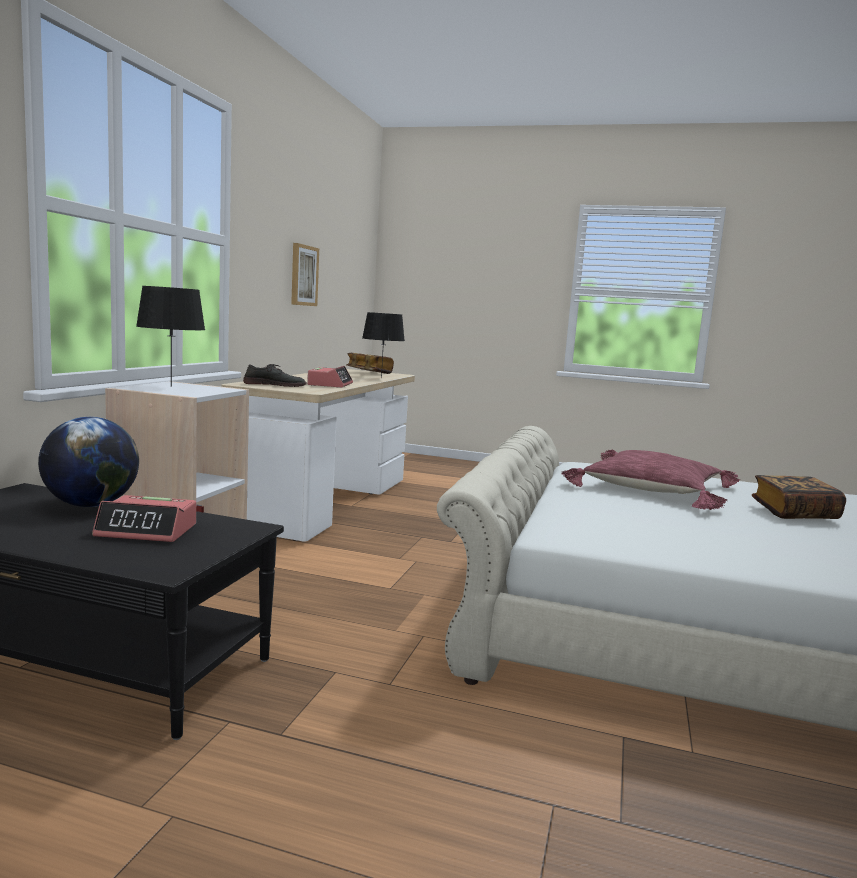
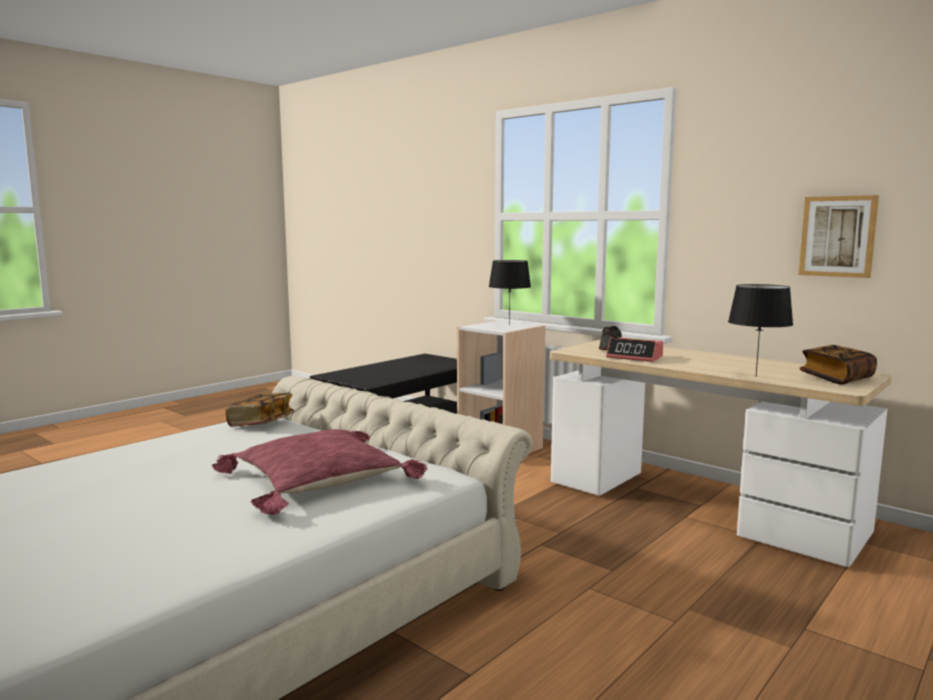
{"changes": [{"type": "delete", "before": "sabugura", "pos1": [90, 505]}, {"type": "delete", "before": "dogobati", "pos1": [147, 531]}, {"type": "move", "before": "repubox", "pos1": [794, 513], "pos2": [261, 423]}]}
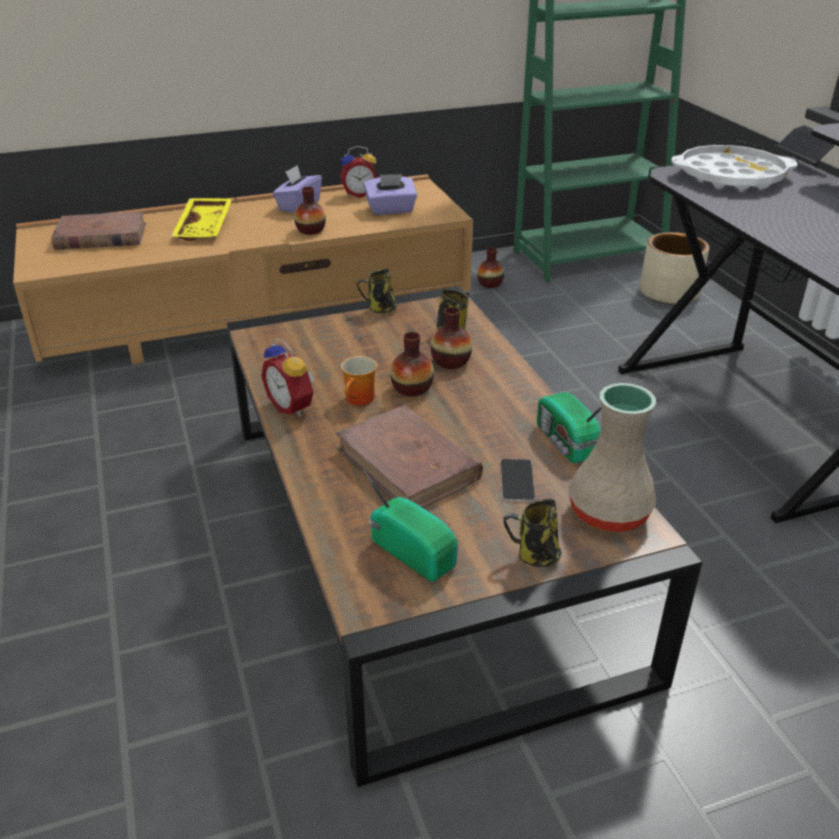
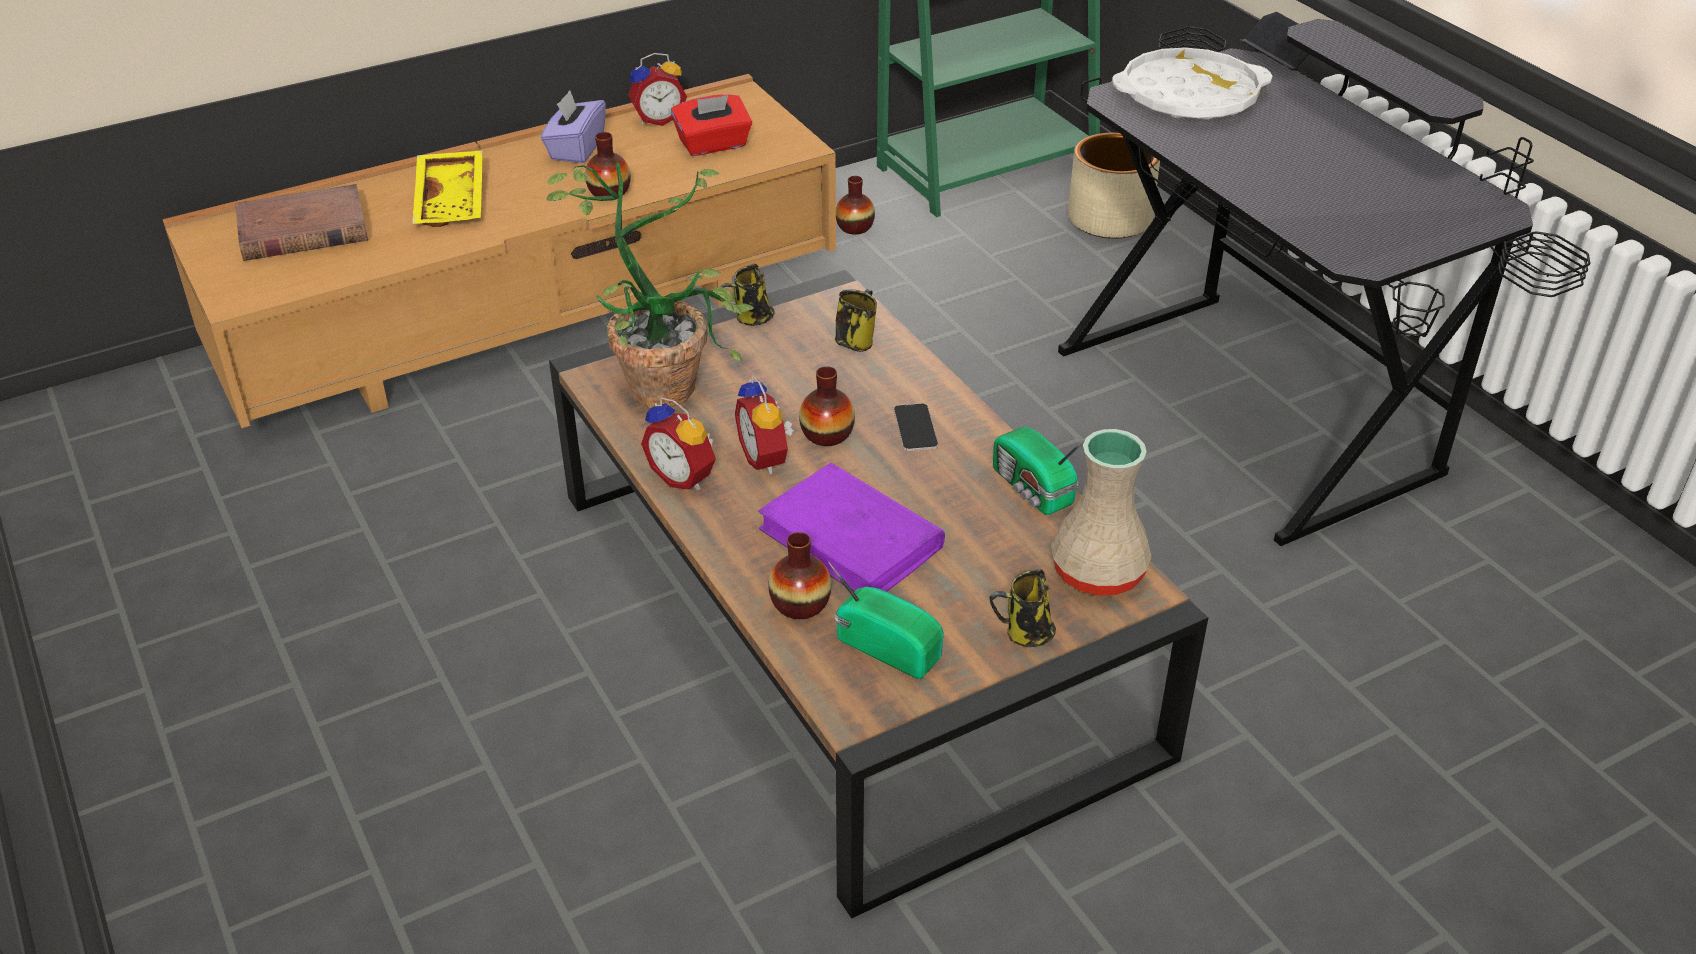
{"changes": [{"type": "insert", "after": "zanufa", "pos2": [666, 379]}, {"type": "move", "before": "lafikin", "pos1": [450, 361], "pos2": [800, 604]}, {"type": "move", "before": "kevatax", "pos1": [517, 481], "pos2": [915, 428]}, {"type": "replace", "before": "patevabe", "after": "dogobati", "pos1": [360, 400], "pos2": [767, 458]}, {"type": "recolor", "before": "repubox (brown)", "after": "repubox (purple)", "pos1": [408, 464], "pos2": [851, 539]}, {"type": "recolor", "before": "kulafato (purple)", "after": "kulafato (red)", "pos1": [390, 210], "pos2": [713, 145]}]}
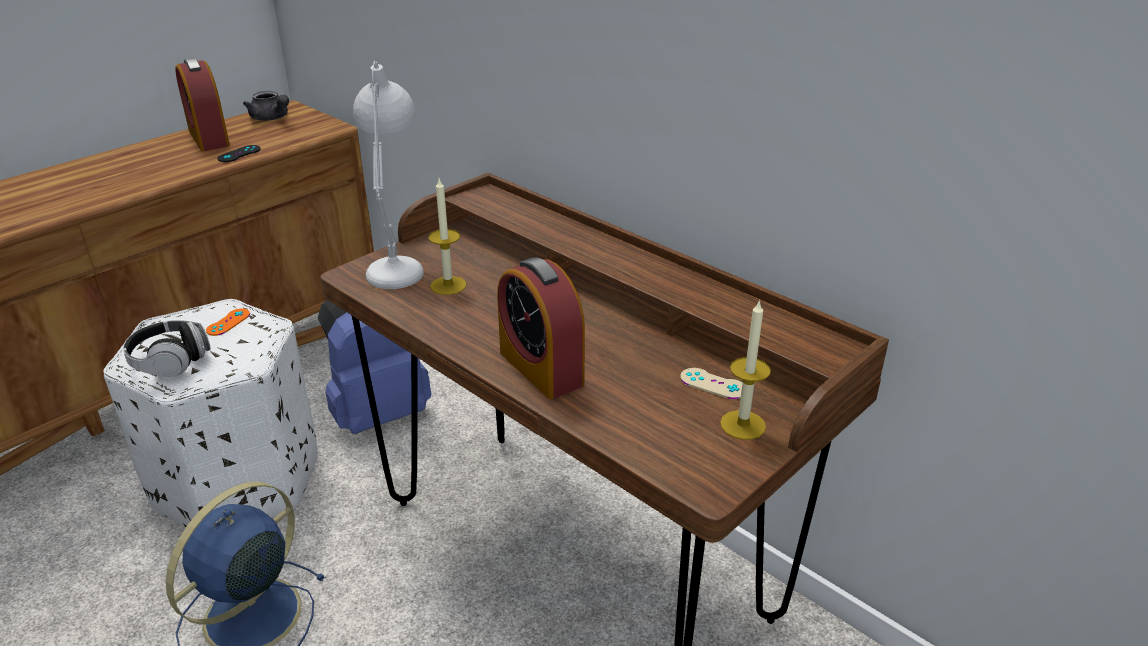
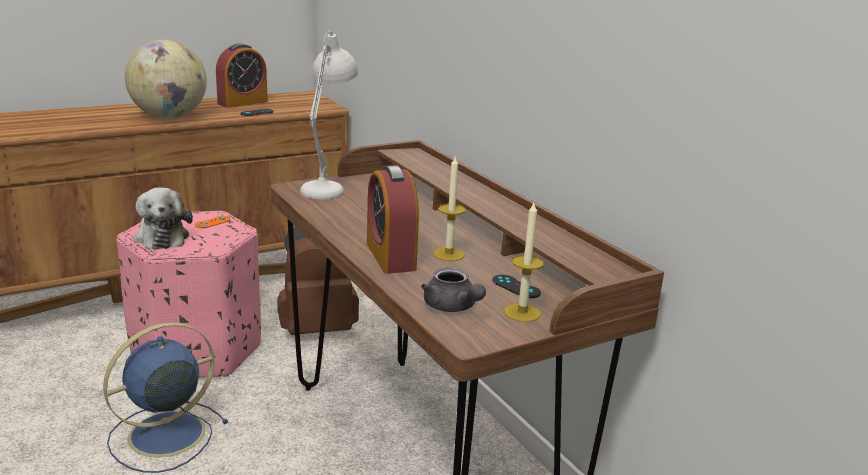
{"changes": [{"type": "insert", "after": "sabugura", "pos2": [169, 117]}, {"type": "move", "before": "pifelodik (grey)", "pos1": [271, 118], "pos2": [452, 307]}, {"type": "move", "before": "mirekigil", "pos1": [448, 285], "pos2": [449, 254]}, {"type": "replace", "before": "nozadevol", "after": "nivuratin", "pos1": [170, 361], "pos2": [162, 237]}, {"type": "recolor", "before": "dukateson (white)", "after": "dukateson (pink)", "pos1": [239, 481], "pos2": [197, 350]}, {"type": "recolor", "before": "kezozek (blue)", "after": "kezozek (brown)", "pos1": [378, 413], "pos2": [317, 328]}, {"type": "recolor", "before": "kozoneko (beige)", "after": "kozoneko (black)", "pos1": [713, 384], "pos2": [516, 287]}, {"type": "rotate", "before": "dogobati", "pos1": [209, 138], "pos2": [242, 102], "turn": -120}]}
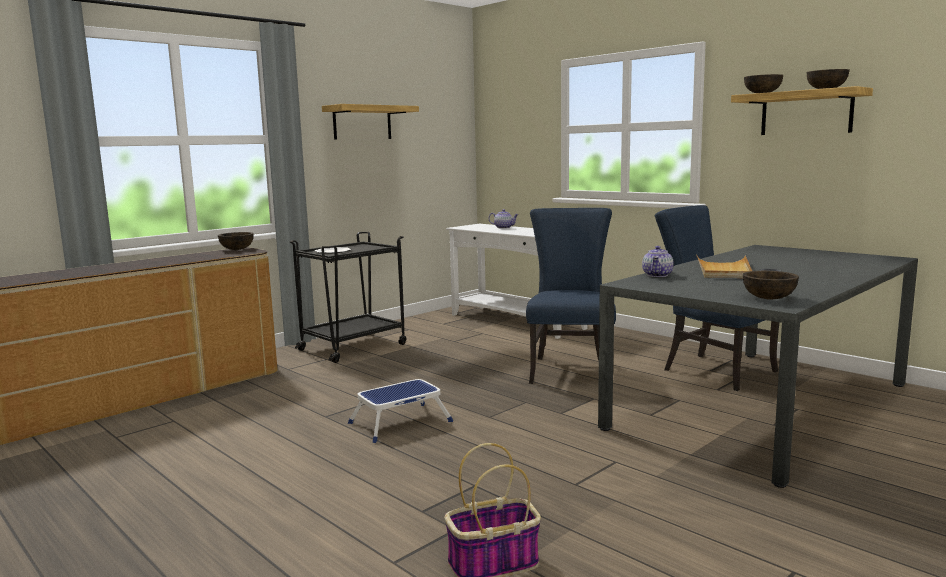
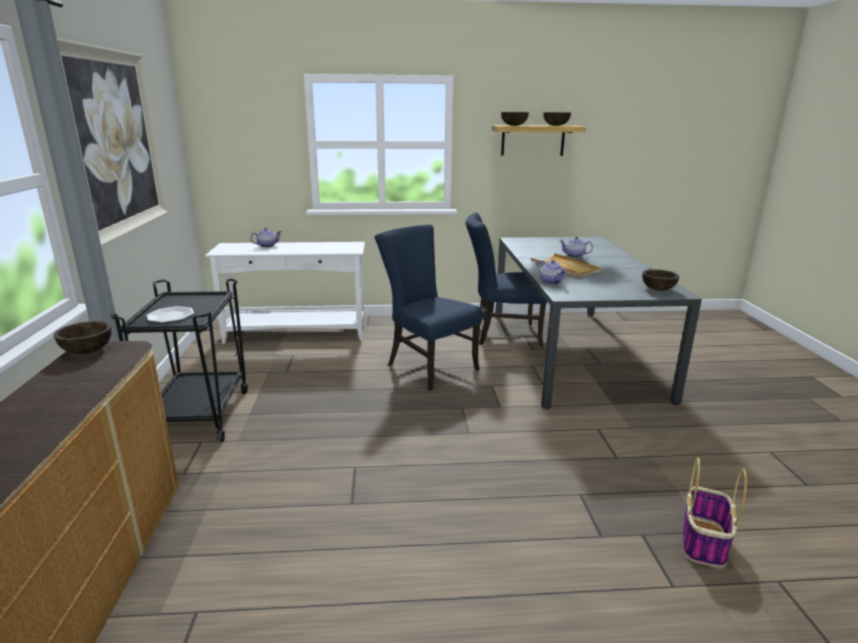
{"changes": [{"type": "delete", "before": "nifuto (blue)", "pos1": [400, 422]}, {"type": "insert", "after": "pifelodik", "pos2": [574, 256]}, {"type": "replace", "before": "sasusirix", "after": "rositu", "pos1": [362, 123], "pos2": [115, 142]}]}
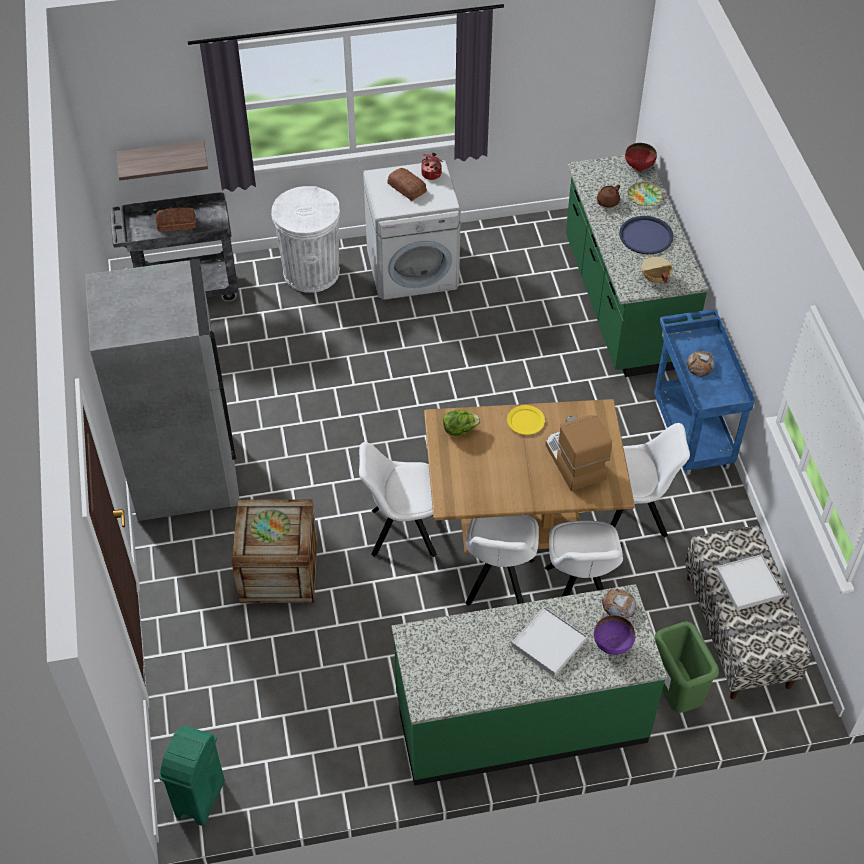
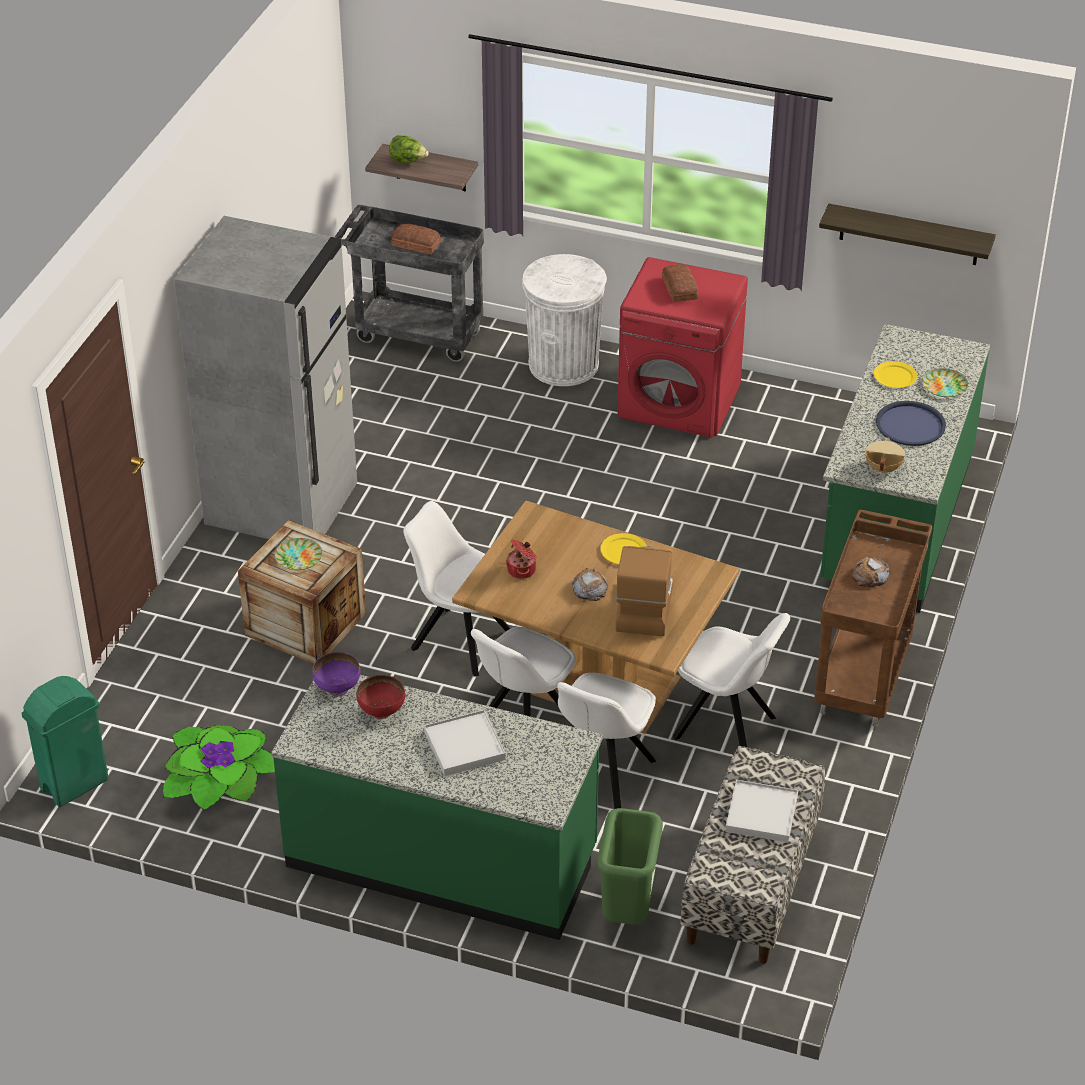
{"changes": [{"type": "insert", "after": "zanufa", "pos2": [220, 785]}, {"type": "insert", "after": "sasusirix", "pos2": [909, 235]}, {"type": "move", "before": "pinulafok", "pos1": [432, 173], "pos2": [522, 570]}, {"type": "move", "before": "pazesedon", "pos1": [460, 430], "pos2": [408, 161]}, {"type": "move", "before": "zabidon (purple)", "pos1": [612, 645], "pos2": [337, 688]}, {"type": "move", "before": "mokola", "pos1": [618, 605], "pos2": [589, 588]}, {"type": "move", "before": "zabidon (red)", "pos1": [639, 167], "pos2": [381, 712]}, {"type": "replace", "before": "pifelodik (brown)", "after": "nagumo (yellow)", "pos1": [607, 202], "pos2": [894, 377]}, {"type": "recolor", "before": "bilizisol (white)", "after": "bilizisol (red)", "pos1": [414, 270], "pos2": [679, 402]}, {"type": "recolor", "before": "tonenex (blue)", "after": "tonenex (brown)", "pos1": [690, 431], "pos2": [864, 675]}]}
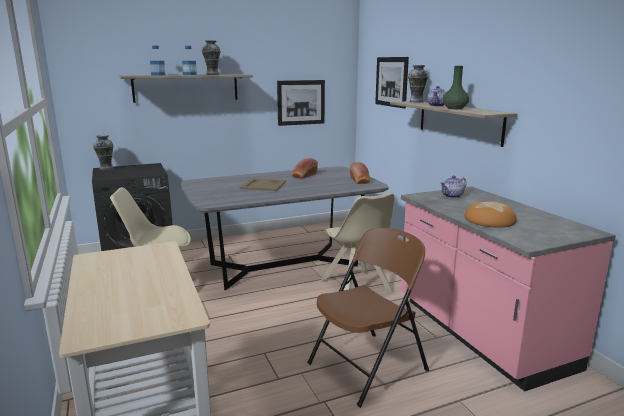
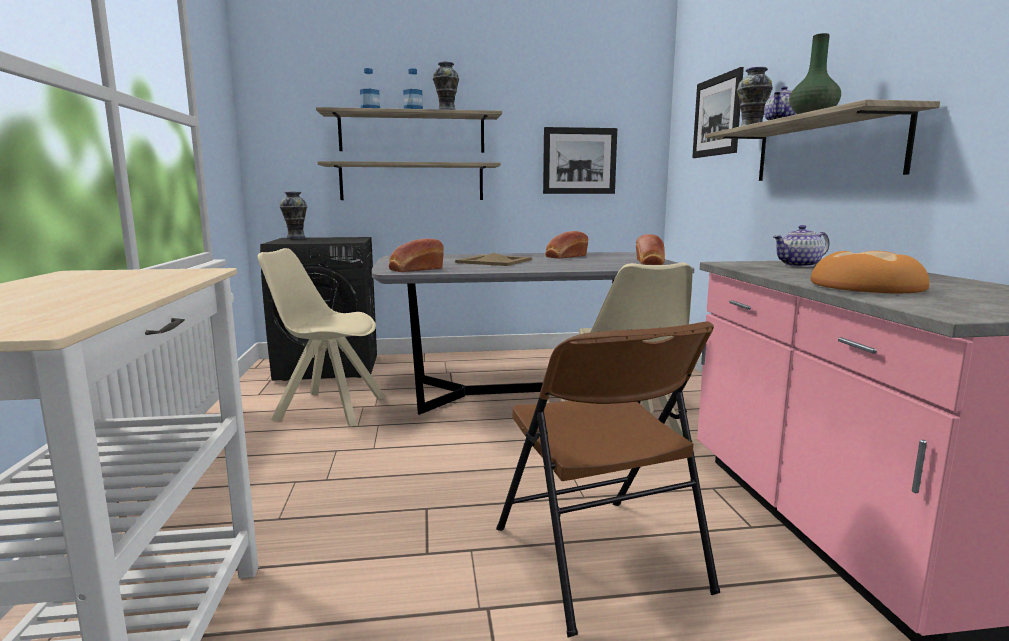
{"changes": [{"type": "insert", "after": "sasusirix", "pos2": [412, 182]}, {"type": "insert", "after": "mokola", "pos2": [415, 269]}, {"type": "rotate", "before": "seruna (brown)", "pos1": [367, 367], "pos2": [597, 559], "turn": 90}]}
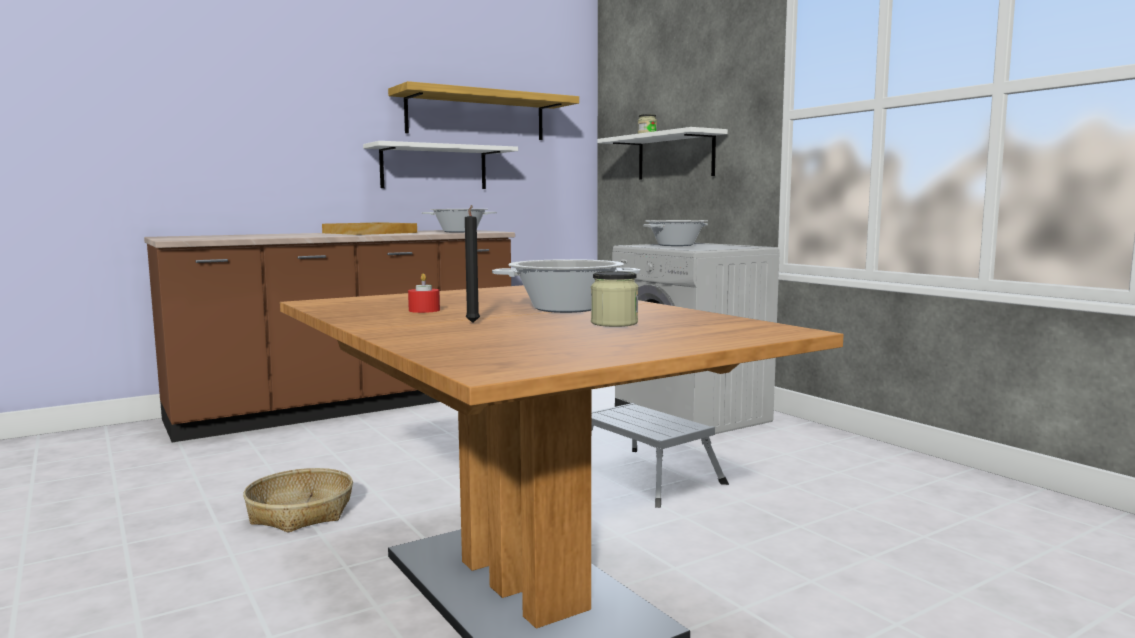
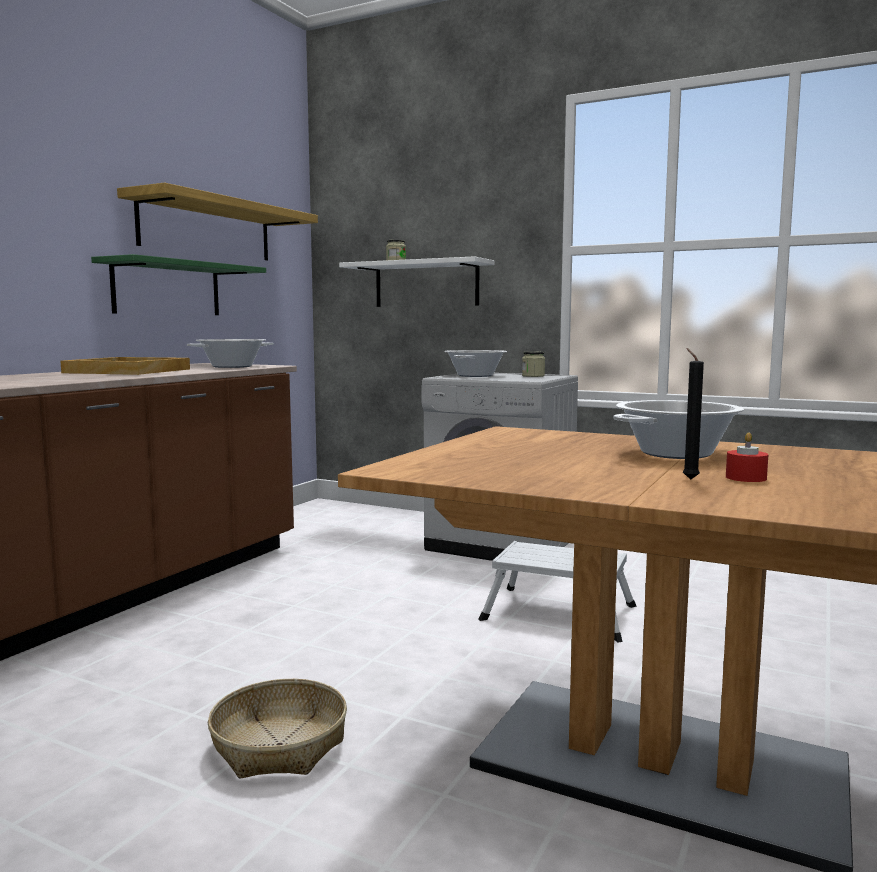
{"changes": [{"type": "move", "before": "mirekigil (red)", "pos1": [424, 310], "pos2": [746, 478]}, {"type": "move", "before": "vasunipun", "pos1": [614, 323], "pos2": [533, 376]}, {"type": "recolor", "before": "sasusirix (white)", "after": "sasusirix (green)", "pos1": [434, 167], "pos2": [167, 289]}]}
